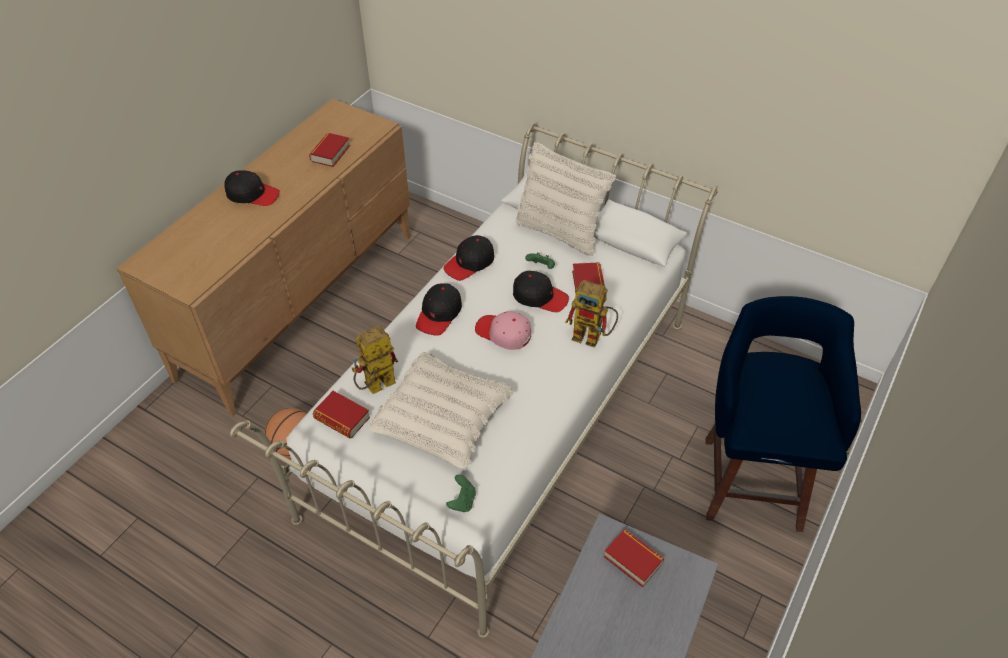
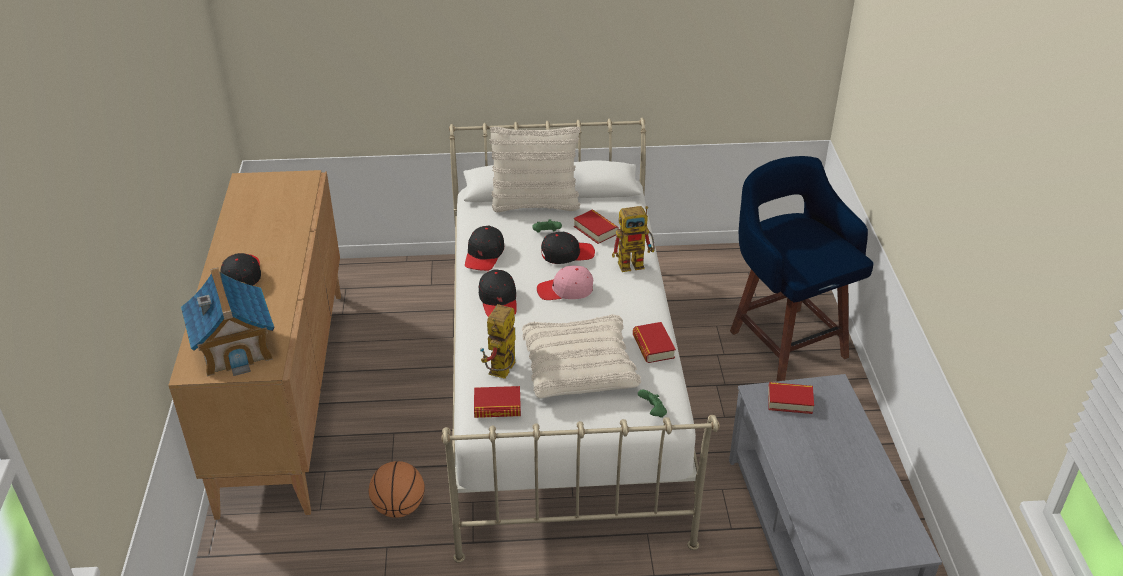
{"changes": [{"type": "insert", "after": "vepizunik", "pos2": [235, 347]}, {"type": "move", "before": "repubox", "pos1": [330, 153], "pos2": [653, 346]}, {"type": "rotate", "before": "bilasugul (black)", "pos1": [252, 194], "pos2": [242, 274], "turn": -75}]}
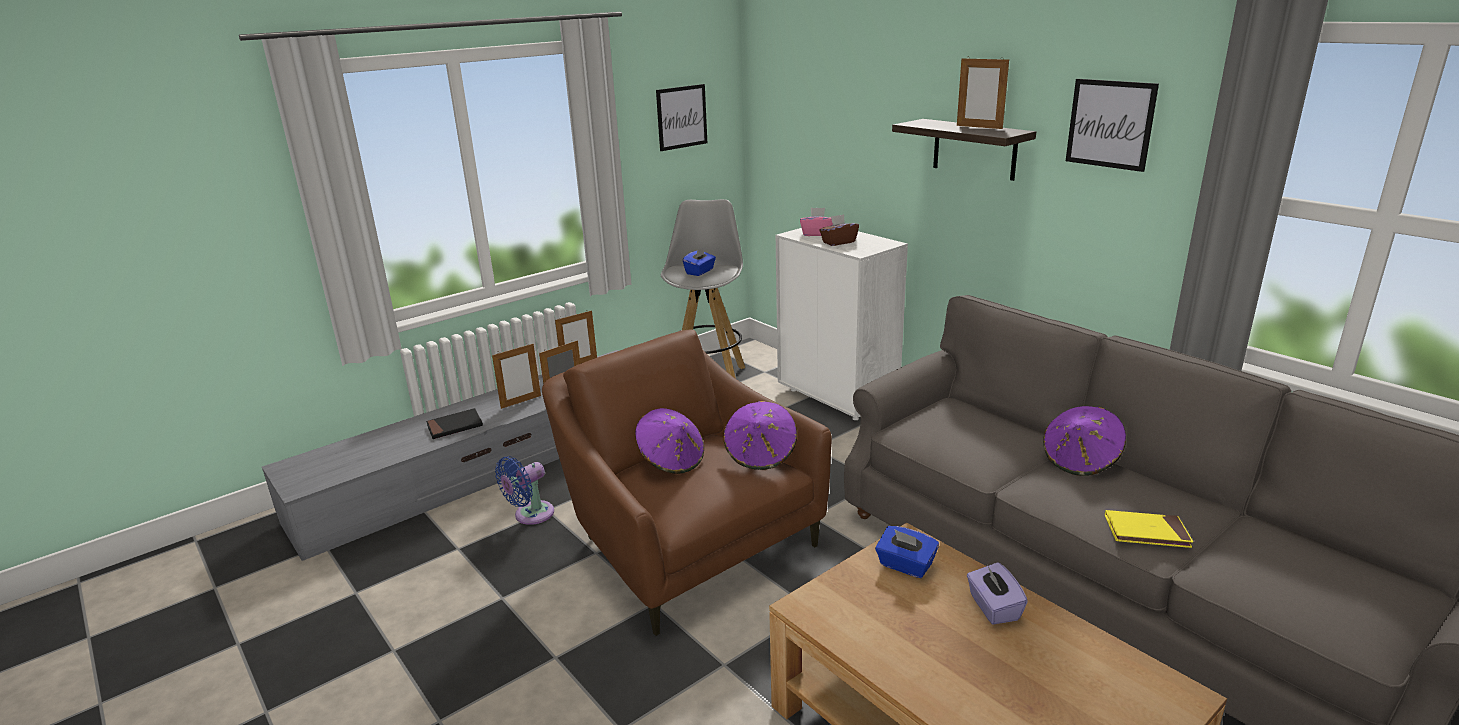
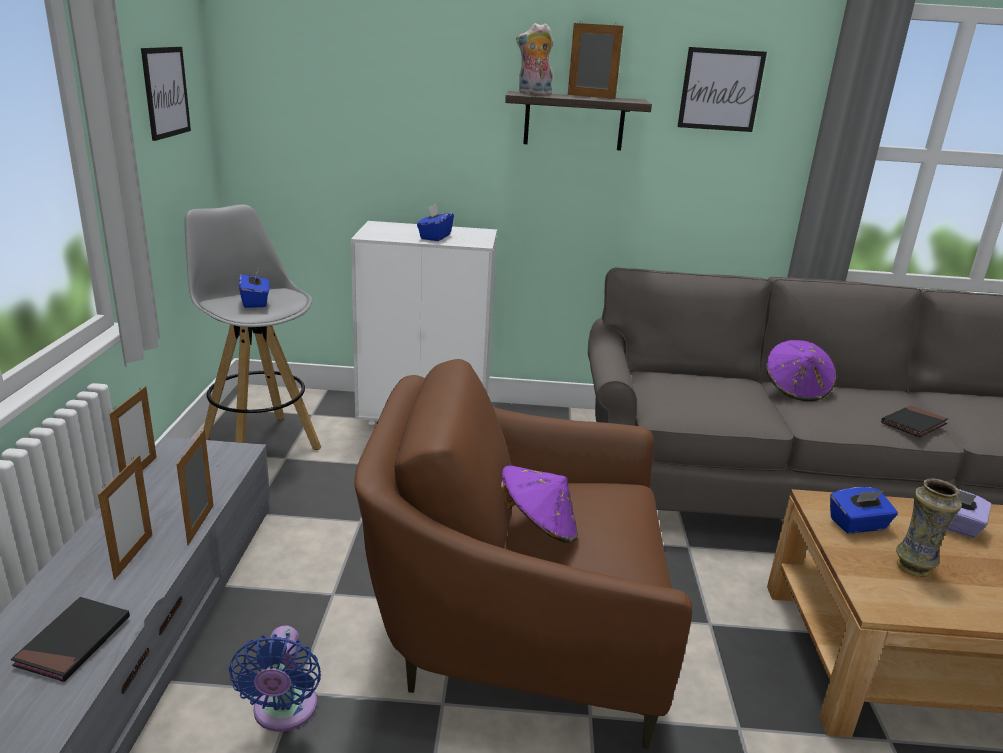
{"changes": [{"type": "delete", "before": "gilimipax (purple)", "pos1": [761, 455]}, {"type": "delete", "before": "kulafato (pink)", "pos1": [817, 234]}, {"type": "insert", "after": "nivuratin", "pos2": [534, 94]}, {"type": "insert", "after": "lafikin", "pos2": [914, 567]}, {"type": "recolor", "before": "kulafato (brown)", "after": "kulafato (blue)", "pos1": [838, 242], "pos2": [435, 237]}, {"type": "recolor", "before": "repubox (yellow)", "after": "repubox (black)", "pos1": [1146, 532], "pos2": [913, 424]}, {"type": "rotate", "before": "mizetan", "pos1": [979, 127], "pos2": [591, 96], "turn": -150}]}
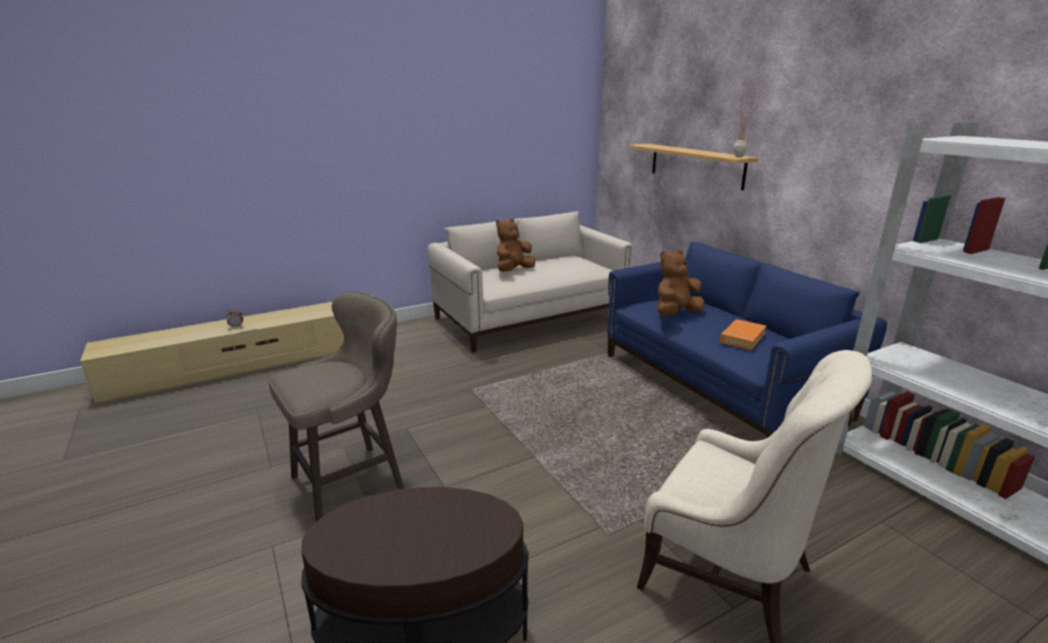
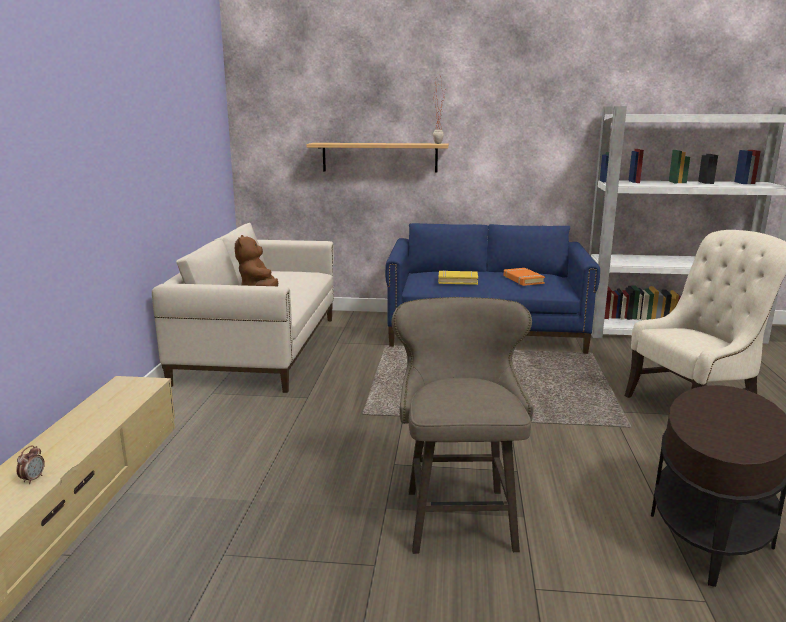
{"changes": [{"type": "replace", "before": "nivuratin (brown)", "after": "repubox (yellow)", "pos1": [676, 314], "pos2": [457, 281]}]}
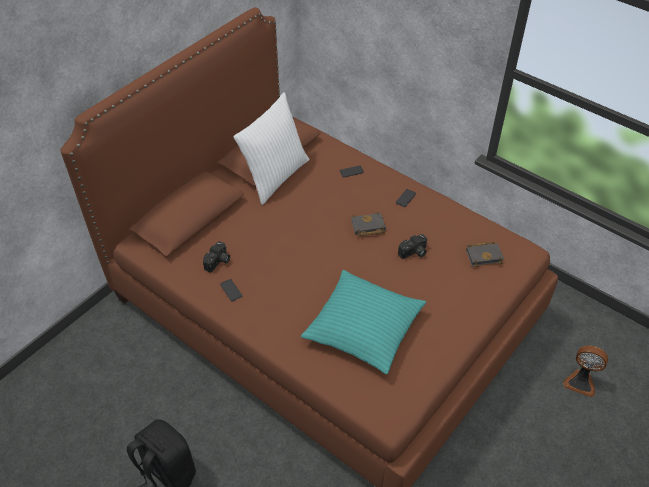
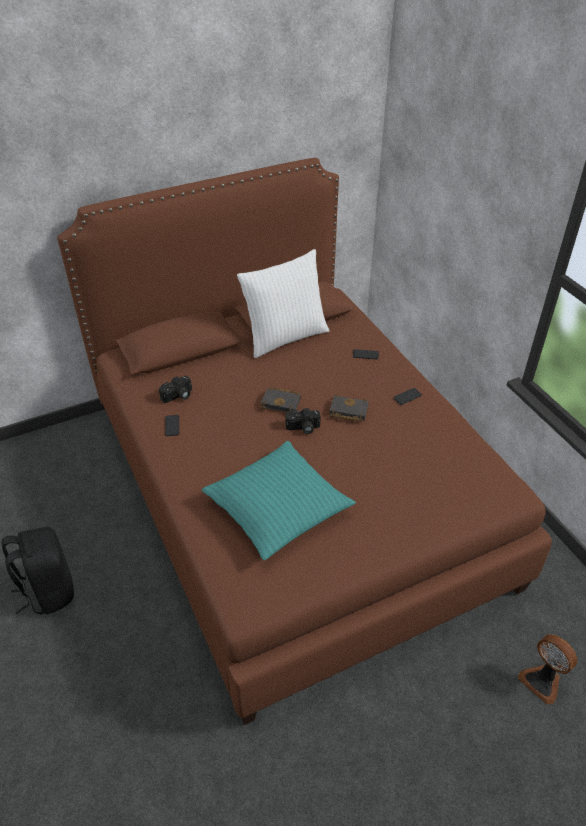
{"changes": [{"type": "move", "before": "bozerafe", "pos1": [413, 253], "pos2": [303, 428]}, {"type": "move", "before": "repubox (black)", "pos1": [484, 255], "pos2": [282, 402]}]}
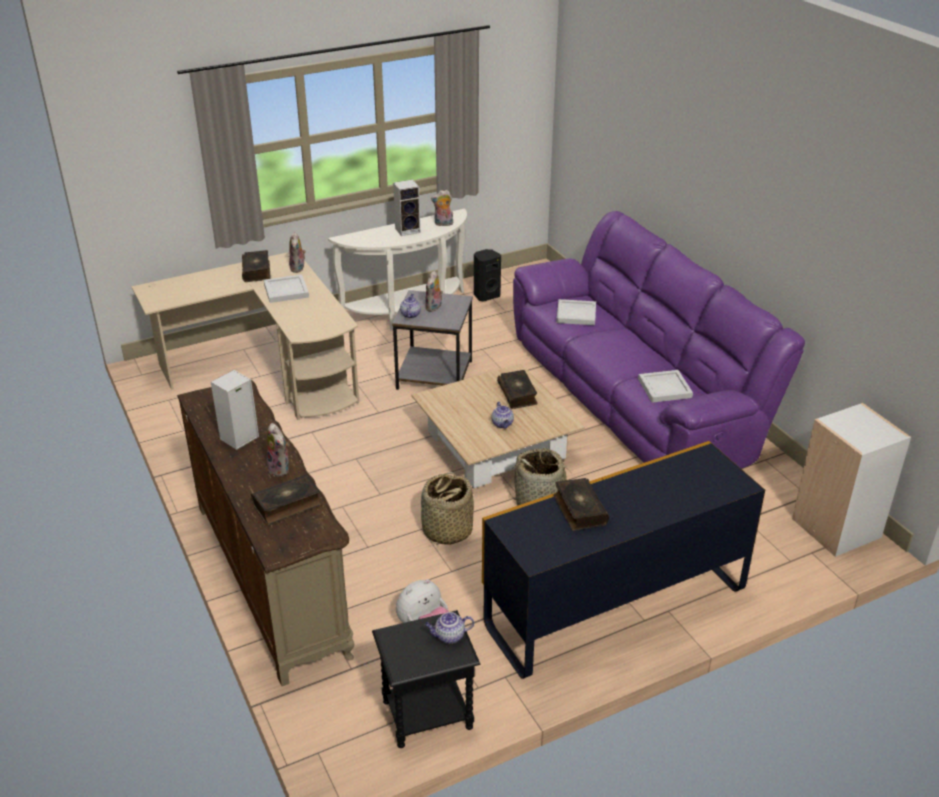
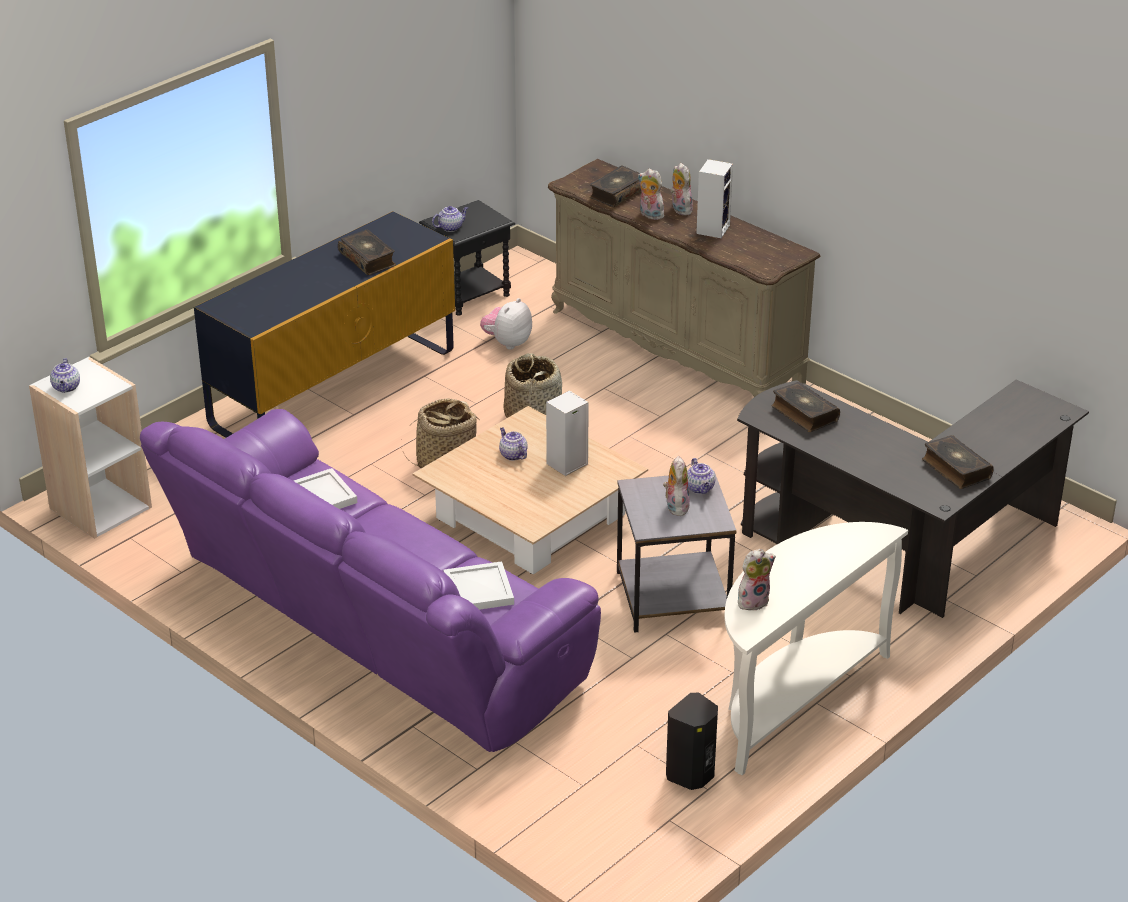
{"changes": [{"type": "delete", "before": "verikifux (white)", "pos1": [285, 291]}, {"type": "insert", "after": "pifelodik", "pos2": [66, 388]}, {"type": "move", "before": "nivuratin", "pos1": [298, 268], "pos2": [679, 209]}, {"type": "move", "before": "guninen", "pos1": [408, 230], "pos2": [566, 465]}, {"type": "move", "before": "repubox", "pos1": [518, 394], "pos2": [803, 414]}, {"type": "recolor", "before": "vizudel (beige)", "after": "vizudel (black)", "pos1": [268, 371], "pos2": [903, 550]}]}
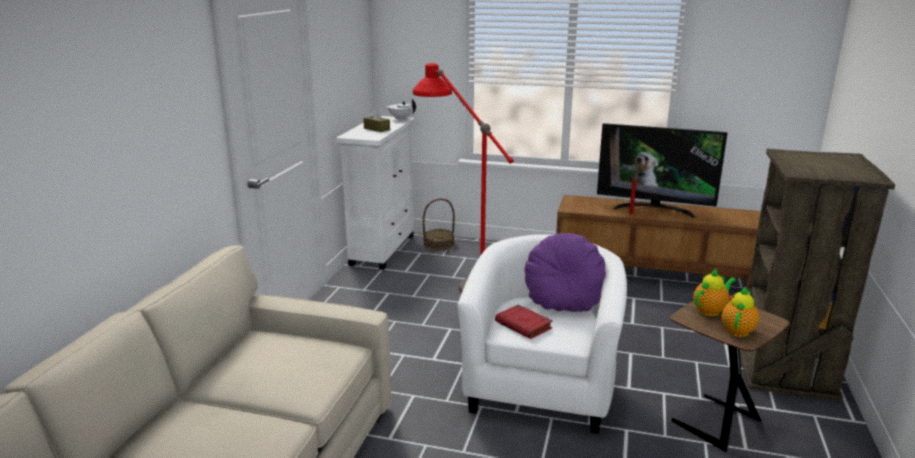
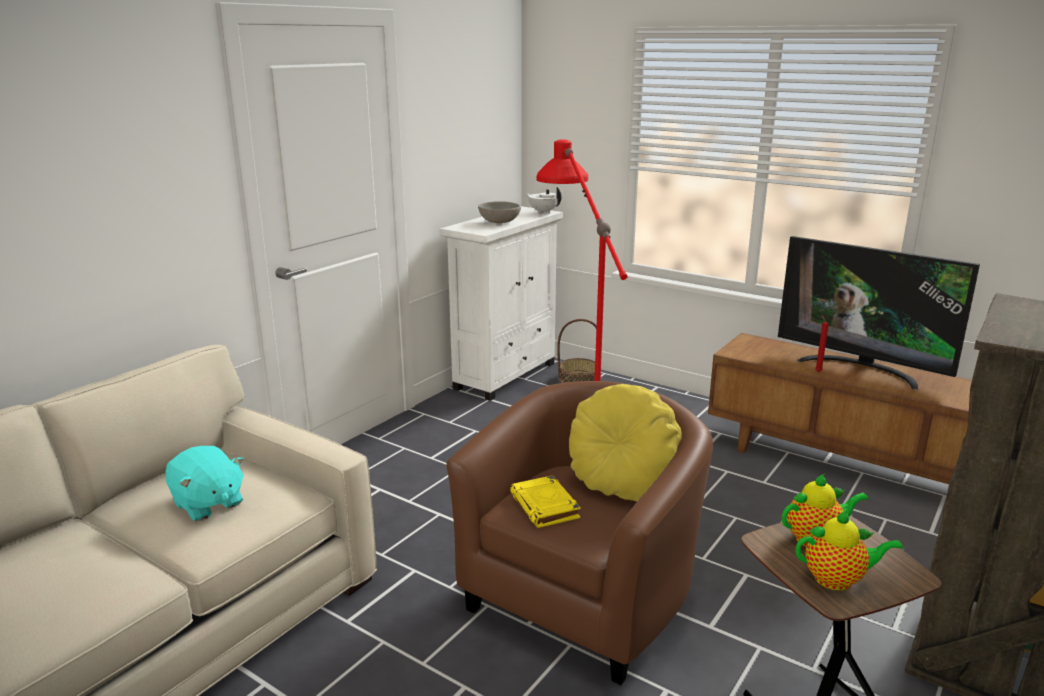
{"changes": [{"type": "insert", "after": "nivuratin (turquoise)", "pos2": [208, 504]}, {"type": "replace", "before": "kulafato (brown)", "after": "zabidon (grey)", "pos1": [376, 129], "pos2": [500, 222]}, {"type": "recolor", "before": "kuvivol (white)", "after": "kuvivol (brown)", "pos1": [541, 387], "pos2": [585, 597]}, {"type": "recolor", "before": "repubox (red)", "after": "repubox (yellow)", "pos1": [524, 325], "pos2": [545, 506]}, {"type": "recolor", "before": "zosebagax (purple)", "after": "zosebagax (yellow)", "pos1": [563, 306], "pos2": [622, 489]}, {"type": "rotate", "before": "pifelodik", "pos1": [738, 330], "pos2": [837, 580], "turn": 45}]}
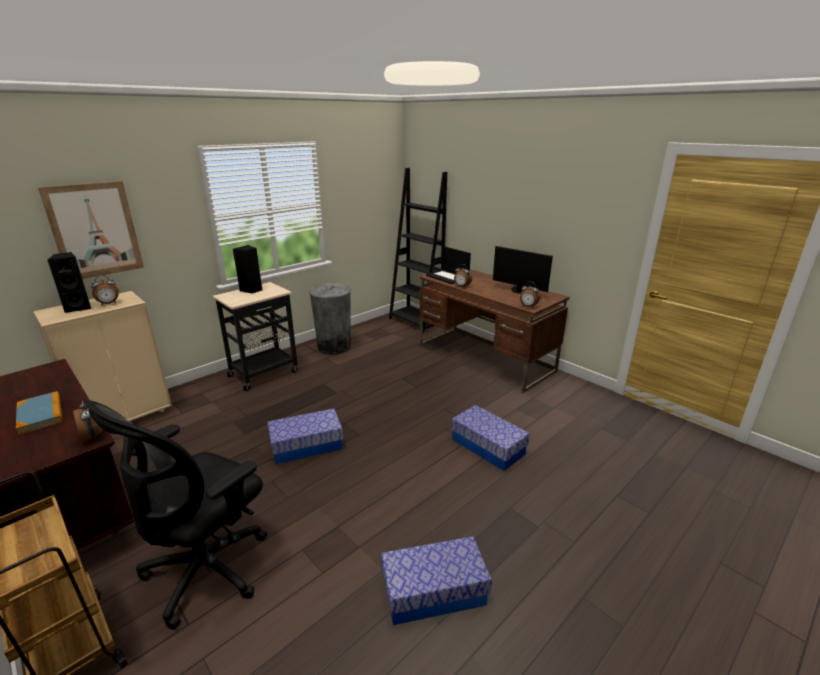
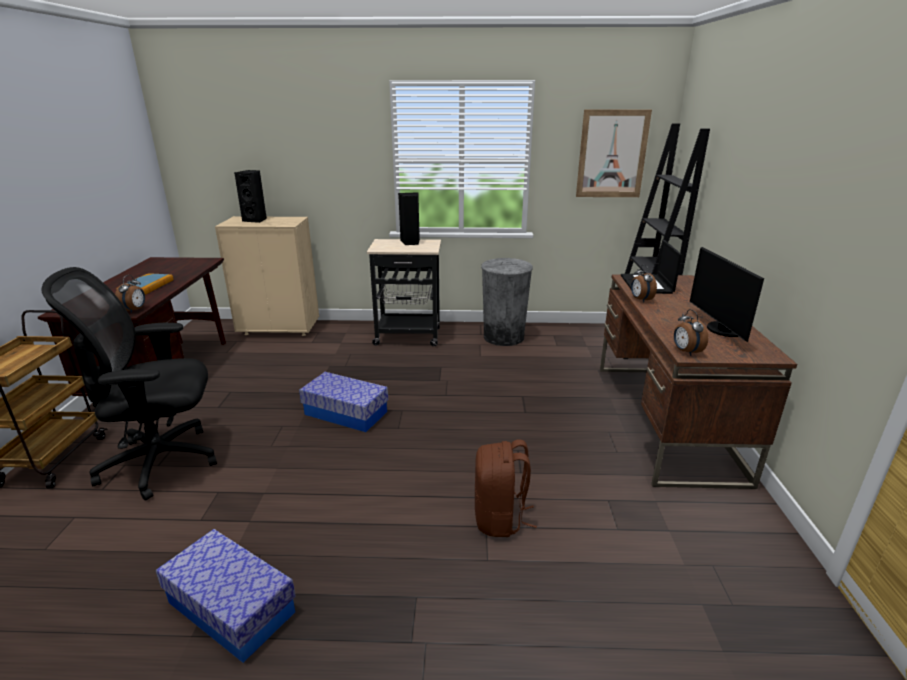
{"changes": [{"type": "delete", "before": "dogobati", "pos1": [108, 304]}, {"type": "move", "before": "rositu", "pos1": [95, 230], "pos2": [612, 154]}, {"type": "replace", "before": "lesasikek", "after": "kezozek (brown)", "pos1": [488, 446], "pos2": [500, 518]}]}
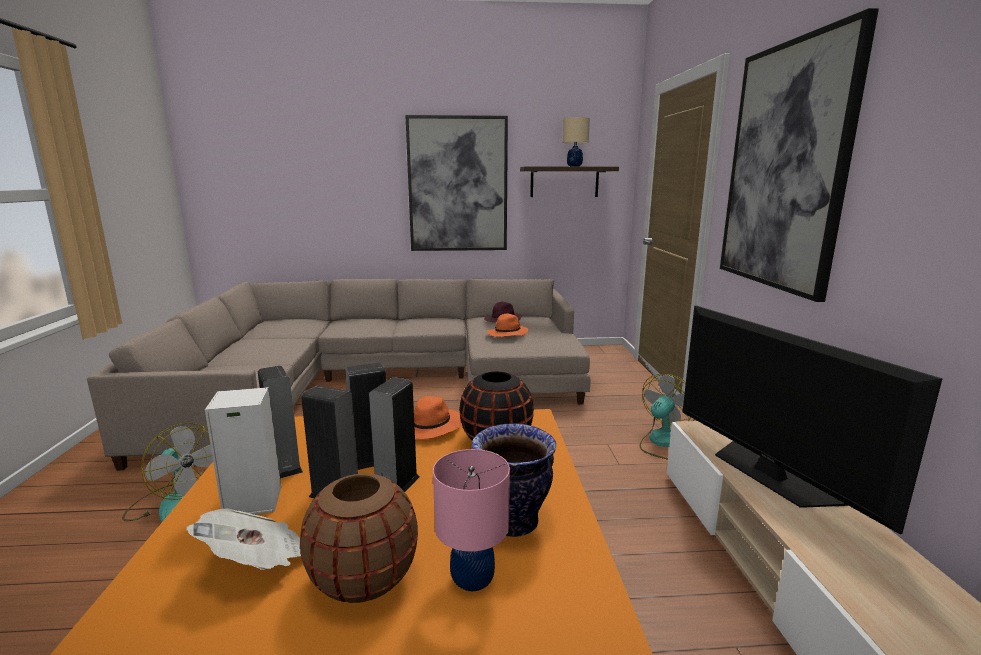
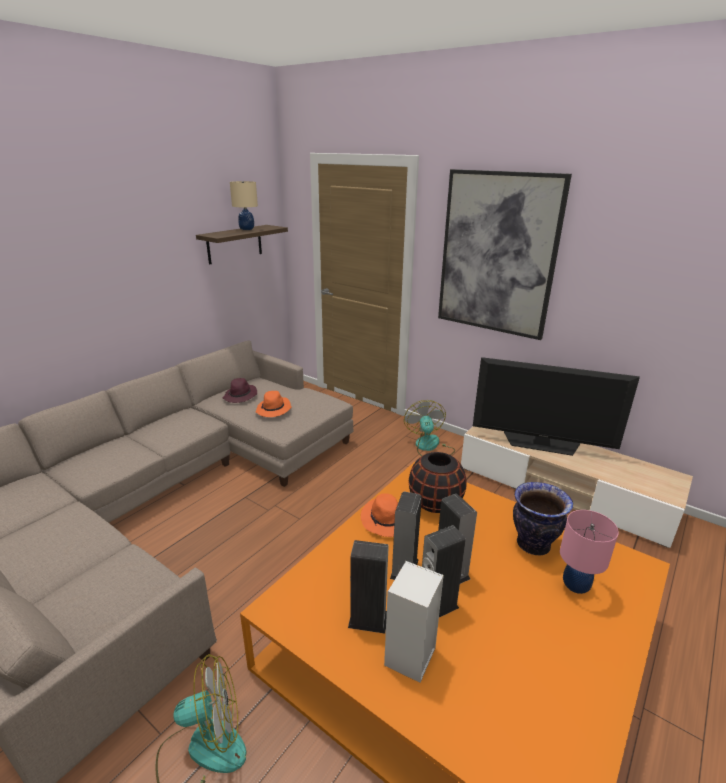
{"changes": [{"type": "delete", "before": "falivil", "pos1": [260, 562]}, {"type": "delete", "before": "lafikin (brown)", "pos1": [364, 579]}, {"type": "delete", "before": "rositu", "pos1": [458, 185]}]}
